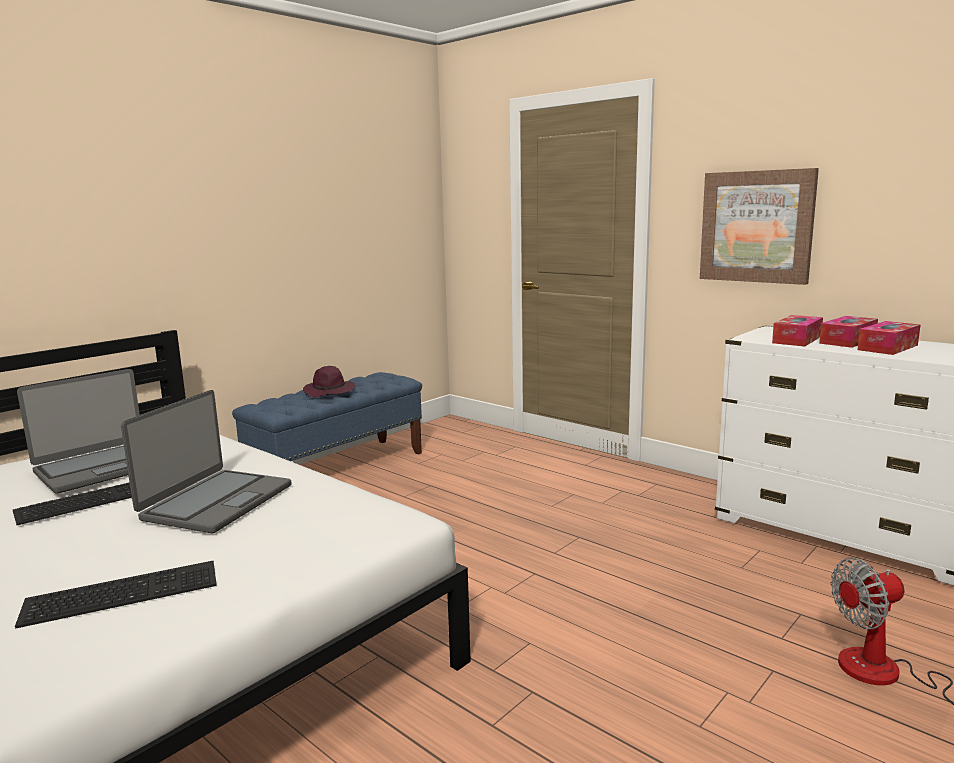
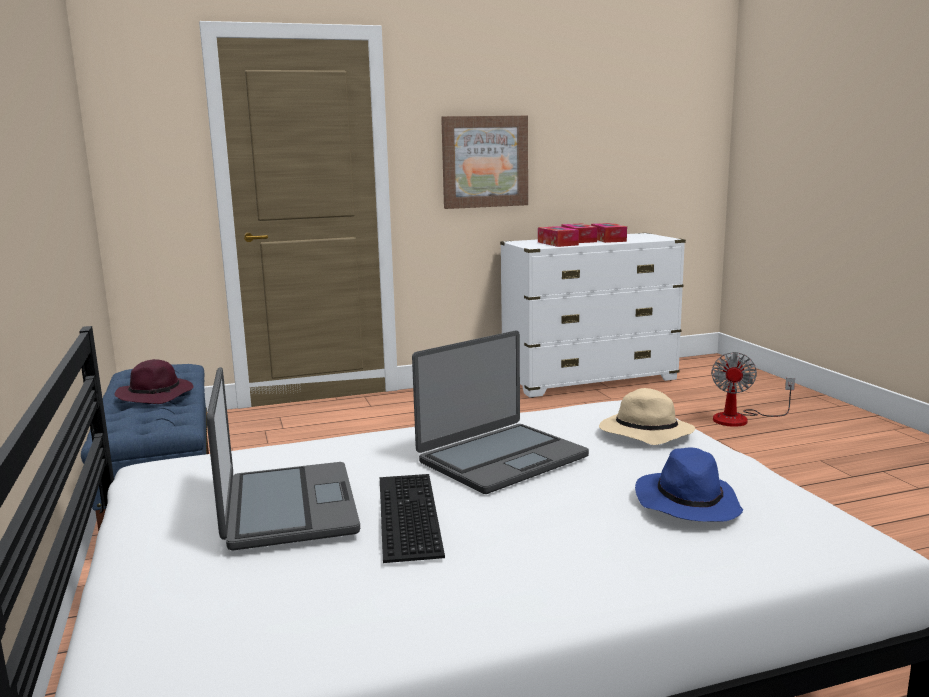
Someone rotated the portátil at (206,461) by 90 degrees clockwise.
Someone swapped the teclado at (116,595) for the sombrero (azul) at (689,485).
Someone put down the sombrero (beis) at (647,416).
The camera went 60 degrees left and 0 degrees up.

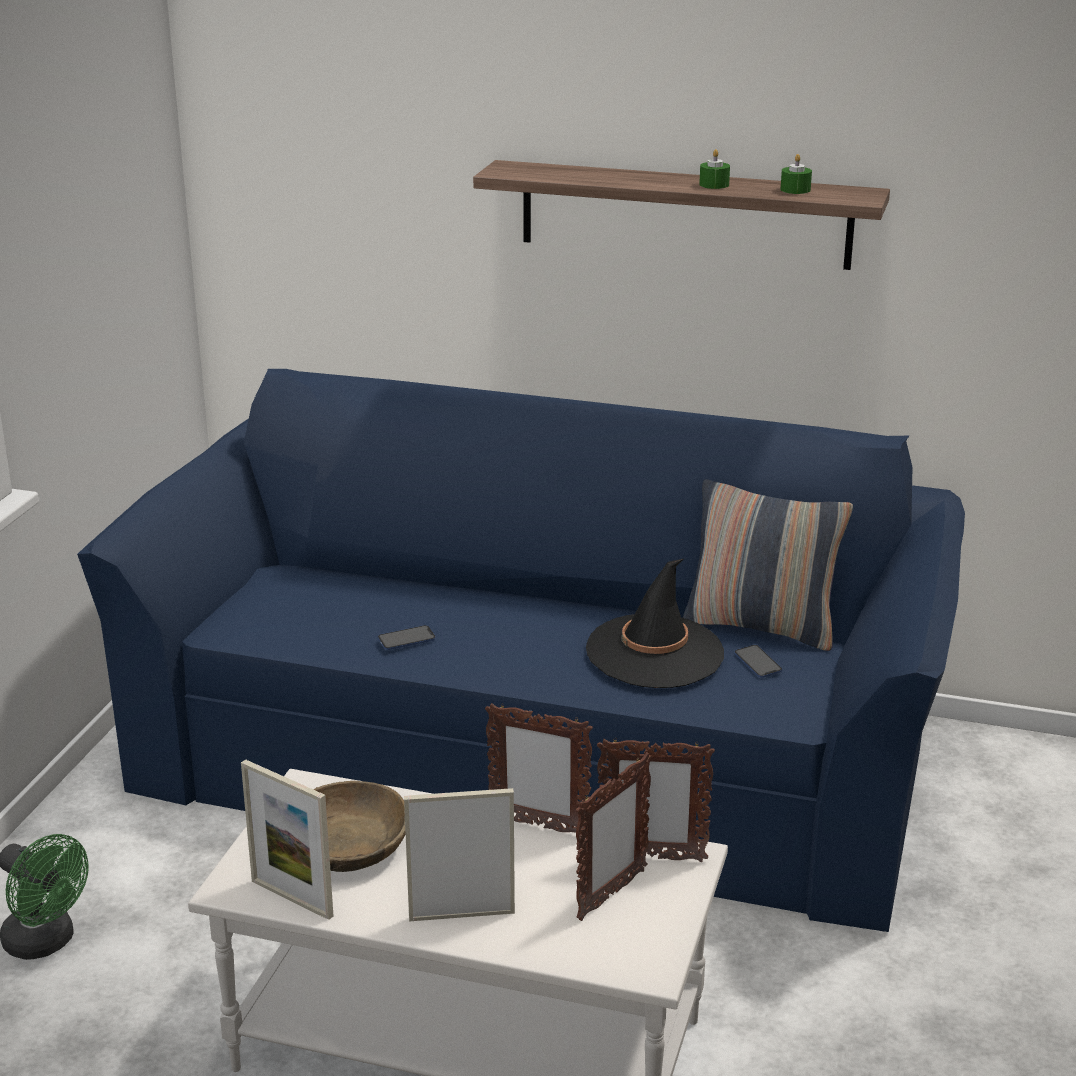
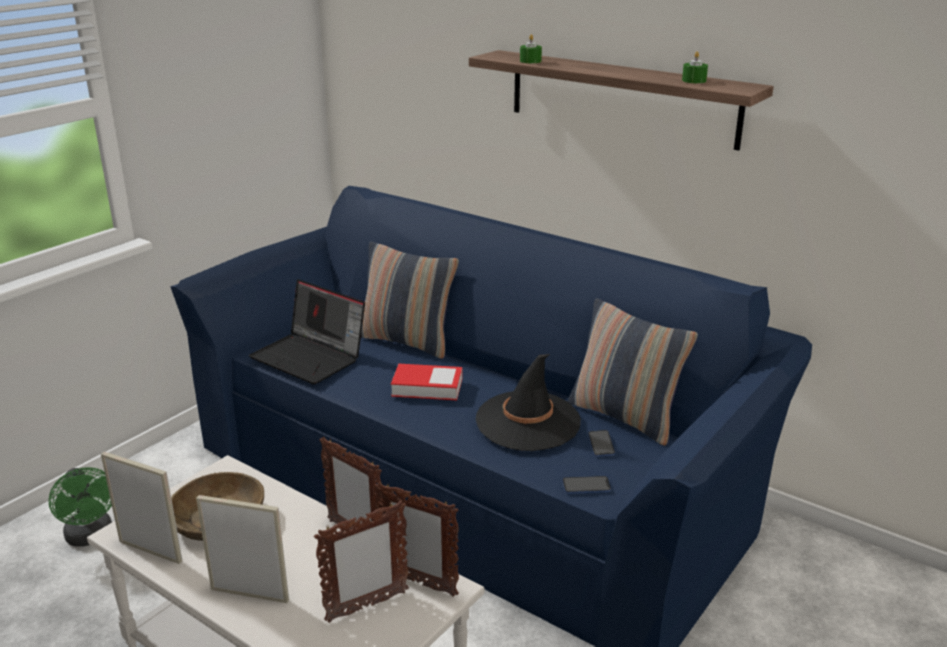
Someone carried the vela (verde) from (714,169) to (531,48).
Someone carried the móvil from (406,637) to (586,485).
Someone rotated the portarretratos at (287,839) by 150 degrees clockwise.
Someone put down the cojín at (410,300).
Someone put down the portátil at (307,332).
Someone put down the libro at (426,382).
The camera went 20 degrees right and 0 degrees up.

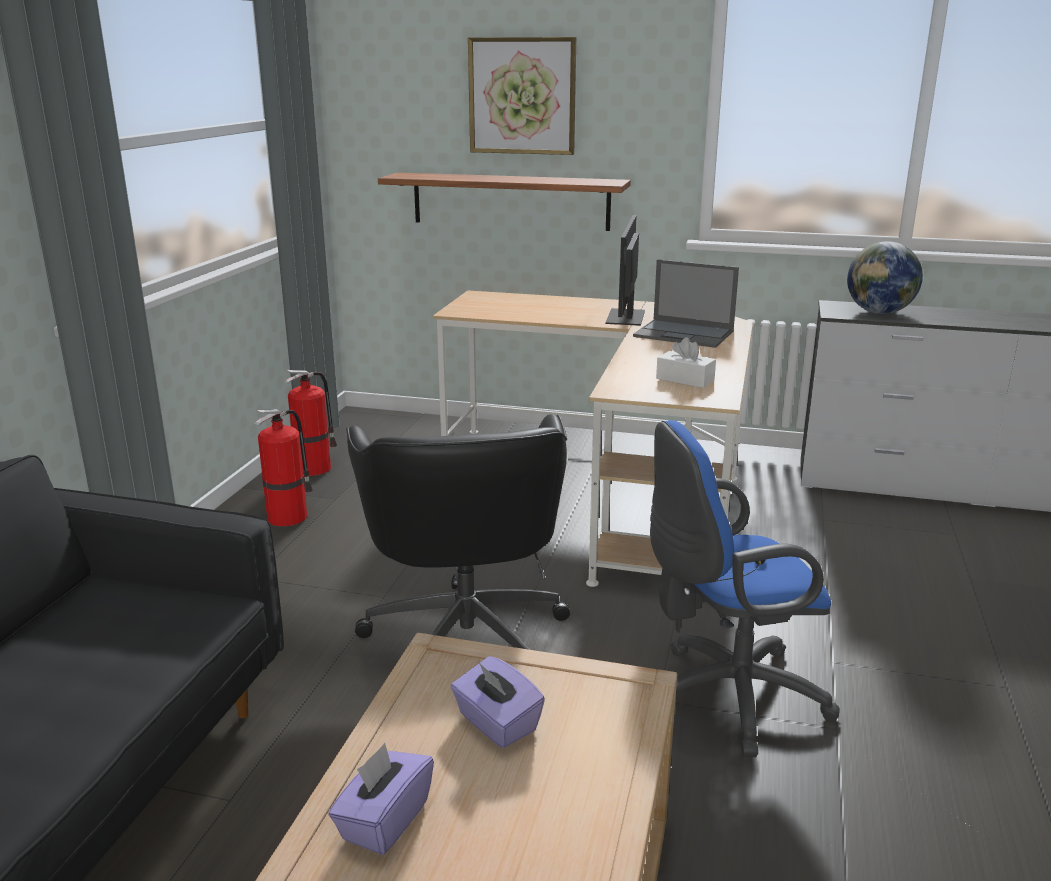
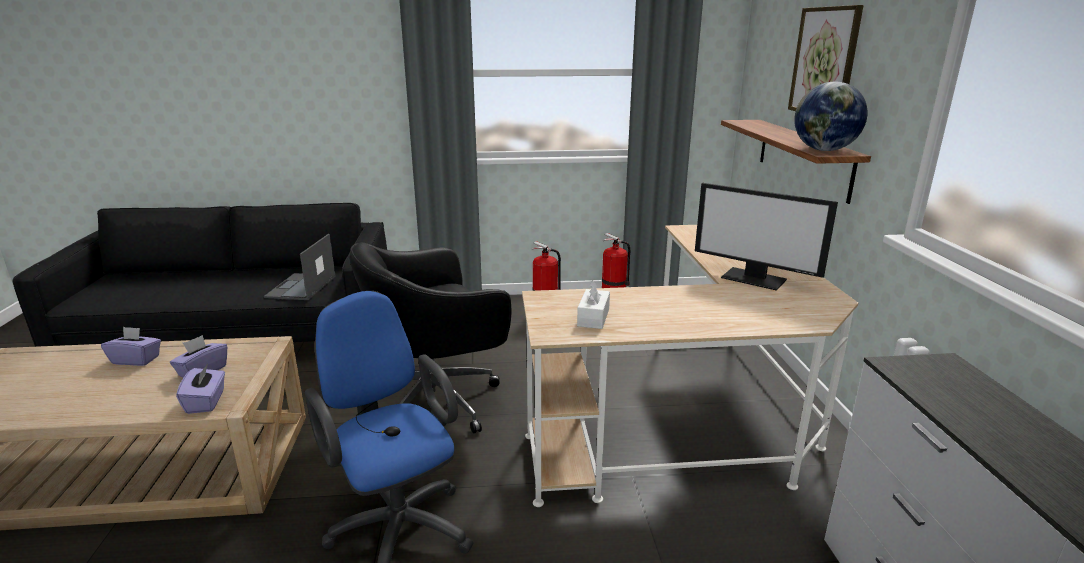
Someone rotated the monitor at (625,270) by 135 degrees counterclockwise.
Someone carried the globo terráqueo from (885,277) to (830,116).
Someone carried the portátil from (686,303) to (300,267).
Someone put down the caja de pañuelos (morado) at (200,388).
The camera went 70 degrees right and 0 degrees up.

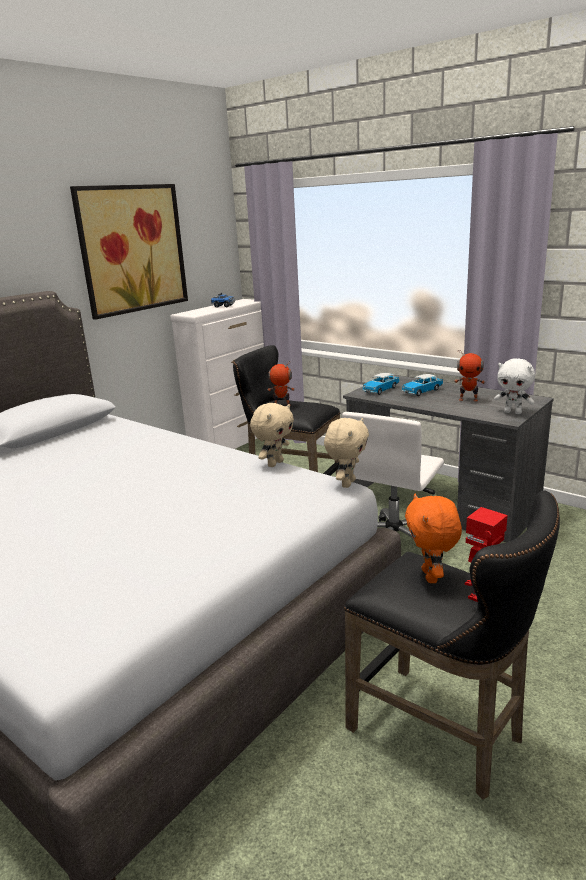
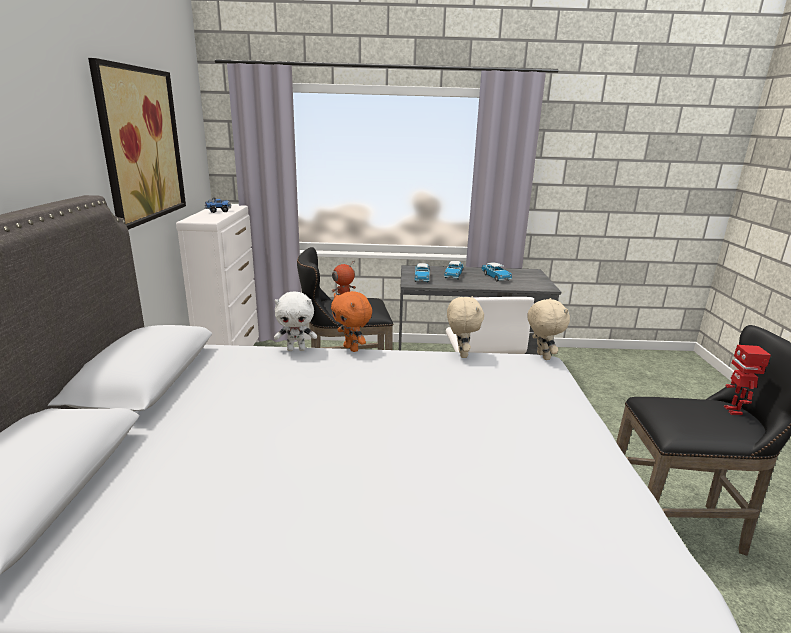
Someone swapped the robot de juguete at (469,375) for the coche de juguete at (497,272).
Someone carried the peluche (blanco) from (514,386) to (295,321).
Someone carried the peluche (naranja) from (433,538) to (351,321).
The camera went 40 degrees left and 0 degrees up.

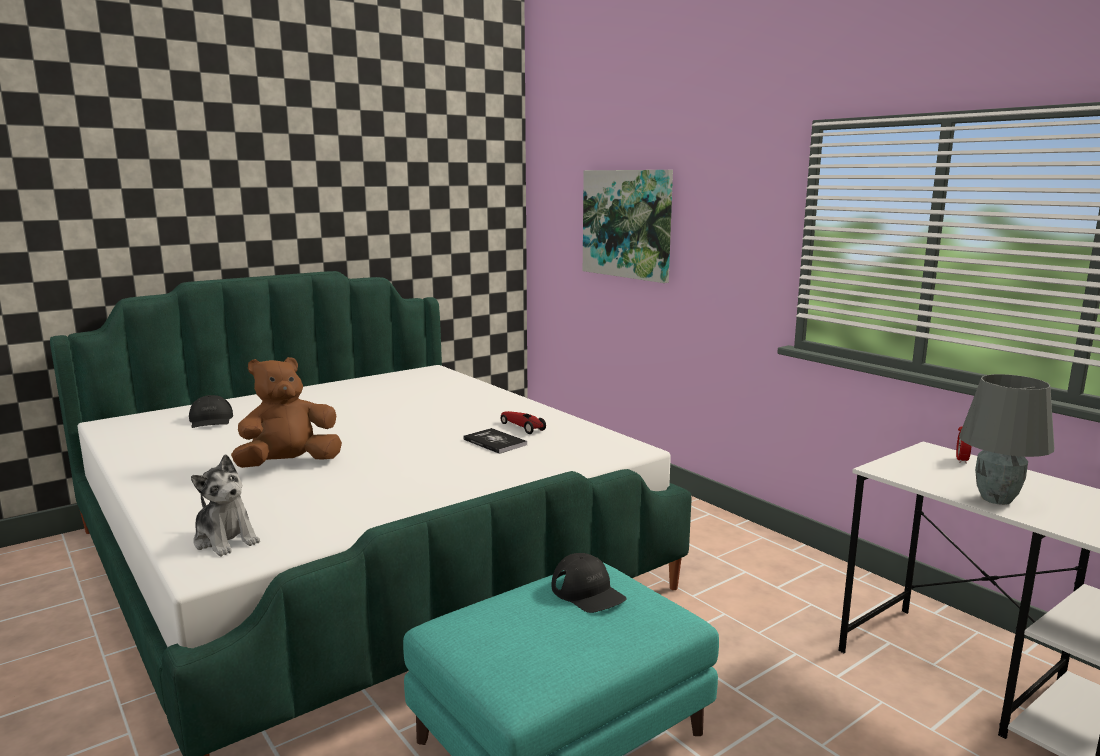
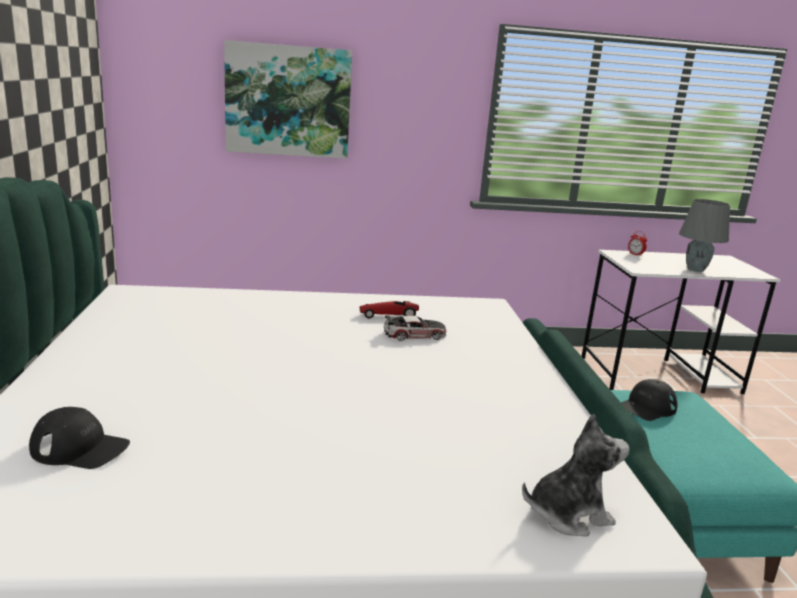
Someone took away the peluche (marrón) at (286,412).
Someone swapped the libro at (495,441) for the coche de juguete at (415,328).
Someone rotated the gorra (negro) at (589,583) by 150 degrees clockwise.
The camera went 60 degrees left and 5 degrees up.

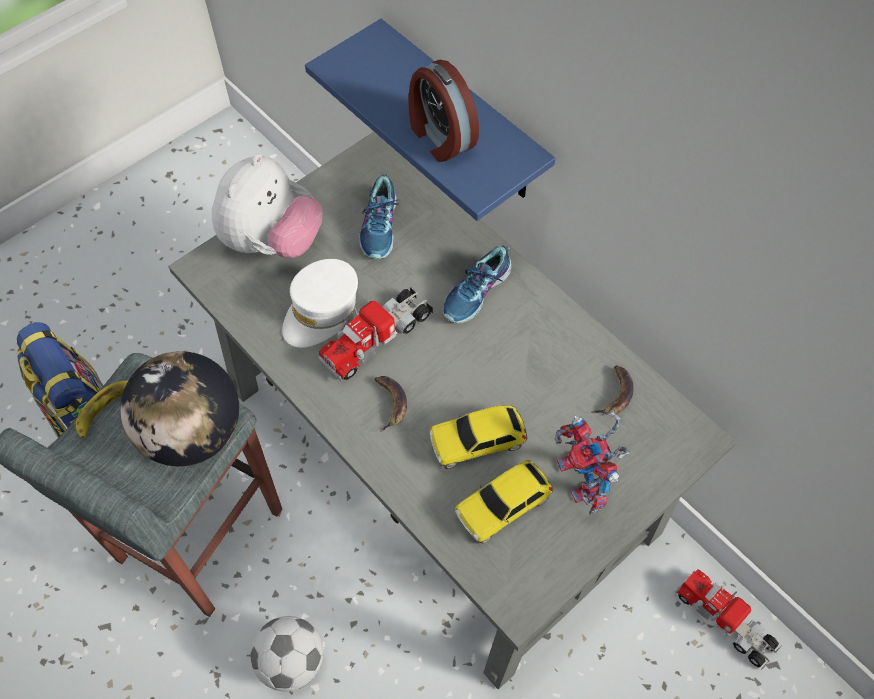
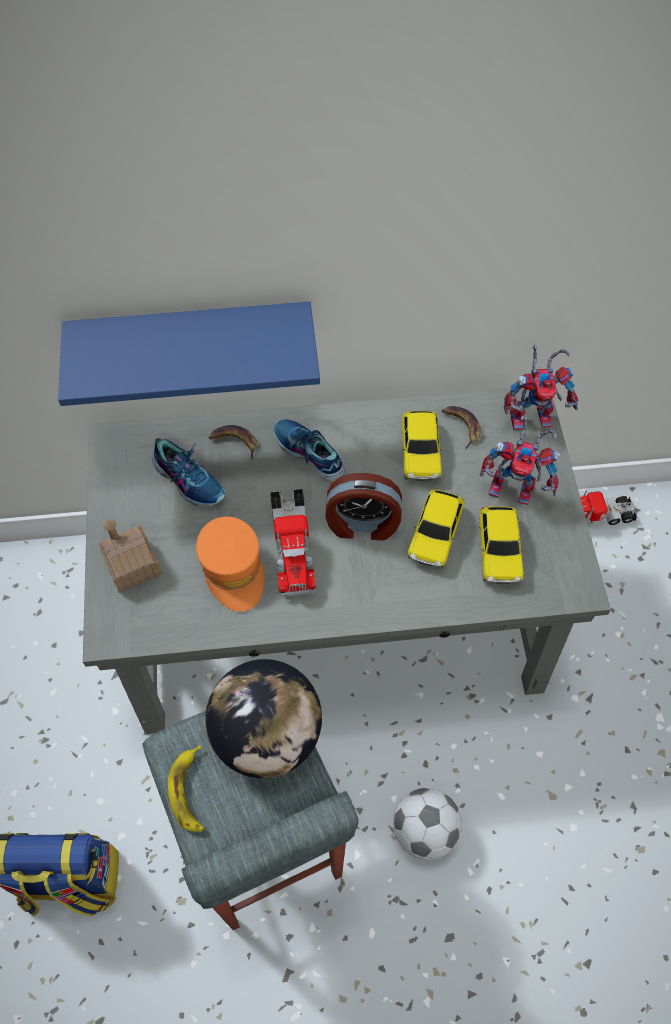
Someone carried the despertador from (444,111) to (363,507).
Someone swapped the peluche at (267,206) for the casita at (130,556).
Someone rotated the zapato at (477,284) by 150 degrees clockwise.
Someone repainted the gorra (blanco) at (320,303), which became the gorra (naranja) at (230,564).
Someone carried the plátano from (390,404) to (233,442).
Someone put down the robot de juguete at (541,387).
Someone put down the coche de juguete at (422,446).
The camera went 55 degrees left and 0 degrees up.

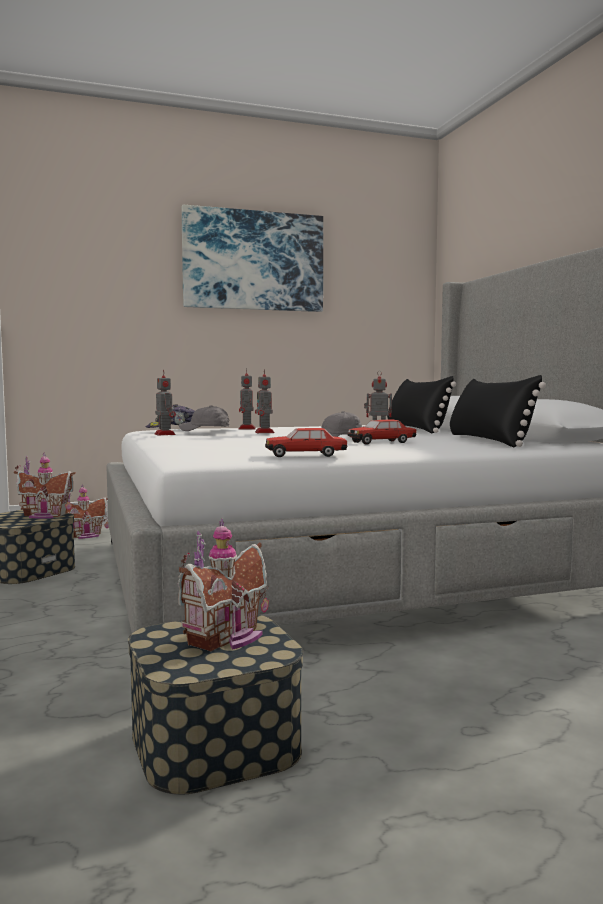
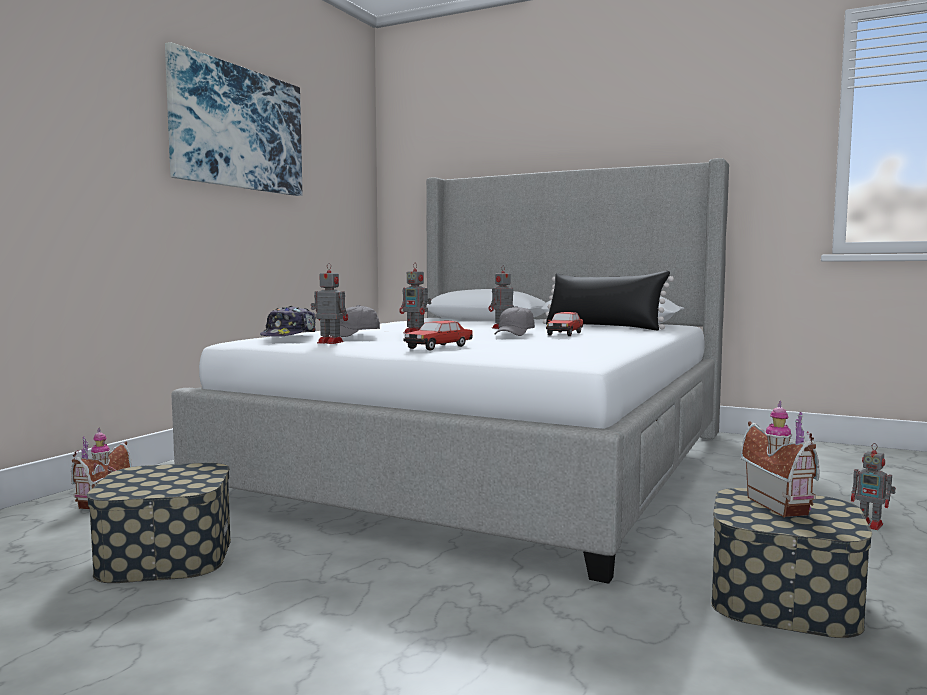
Someone carried the robot de juguete from (247,399) to (873,486).
Someone took away the cojín (negro) at (421,404).
Someone carried the coche de juguete from (306,442) to (438,336).
Someone took away the casita at (45,486).
The camera went 45 degrees left and 0 degrees up.

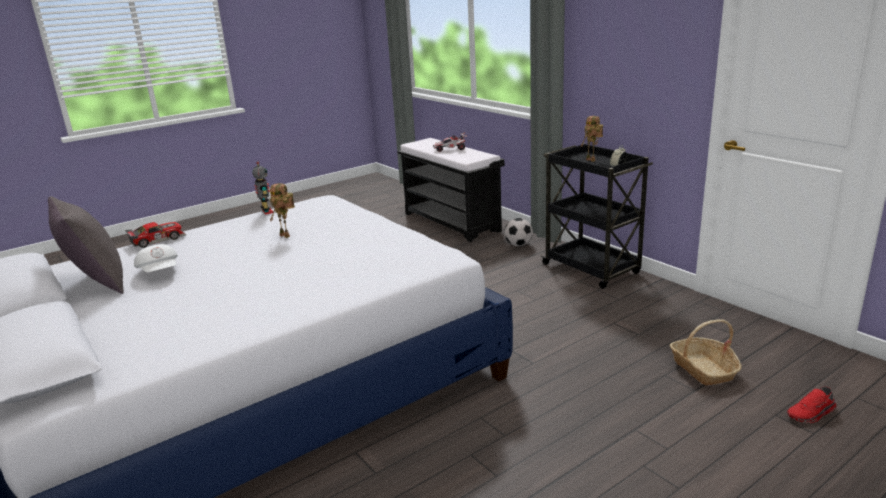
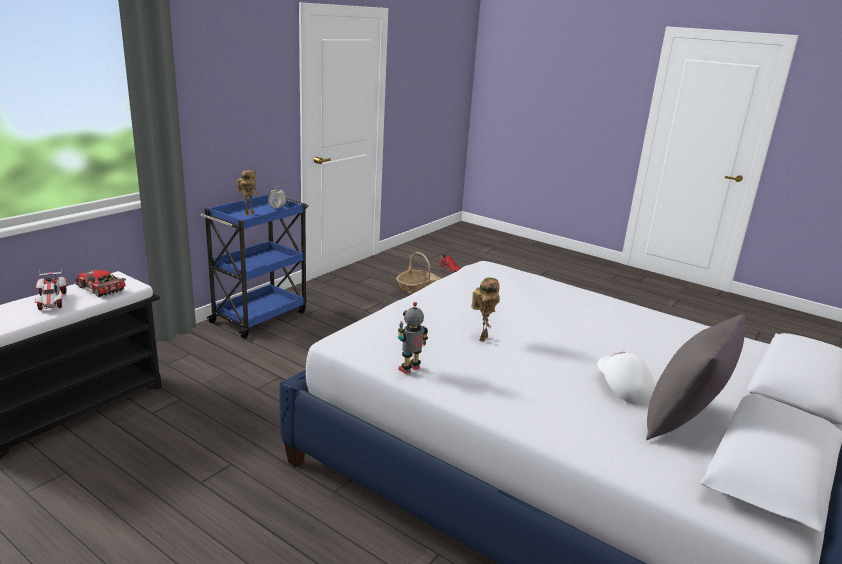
Someone repainted the carrito (negro) at (597,216), which became the carrito (azul) at (254,266).
Someone took away the balón de fútbol at (518,232).
Someone carried the coche de juguete from (155,235) to (100,283).
Someone rotated the gorra (blanco) at (156,258) by 60 degrees counterclockwise.
The camera went 110 degrees left and 0 degrees up.

